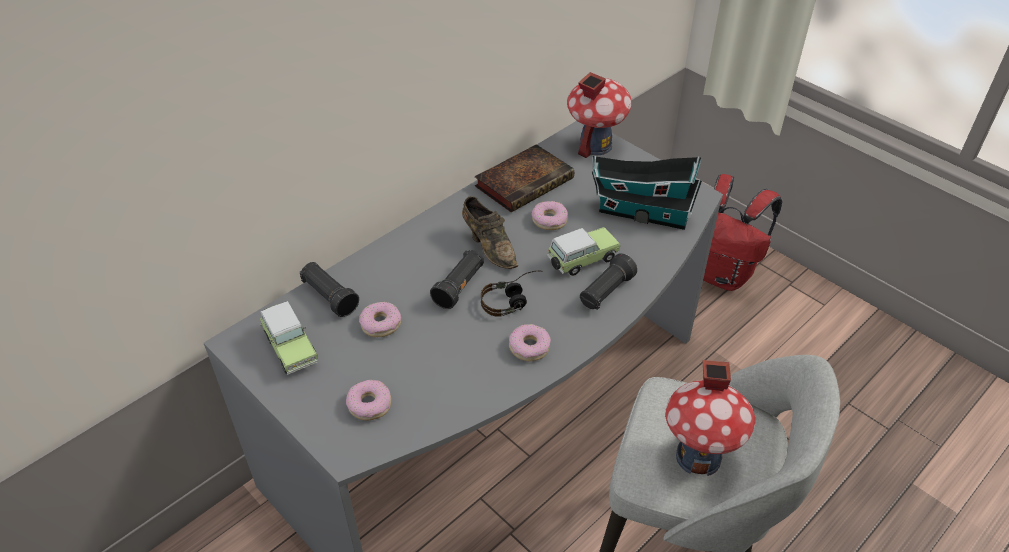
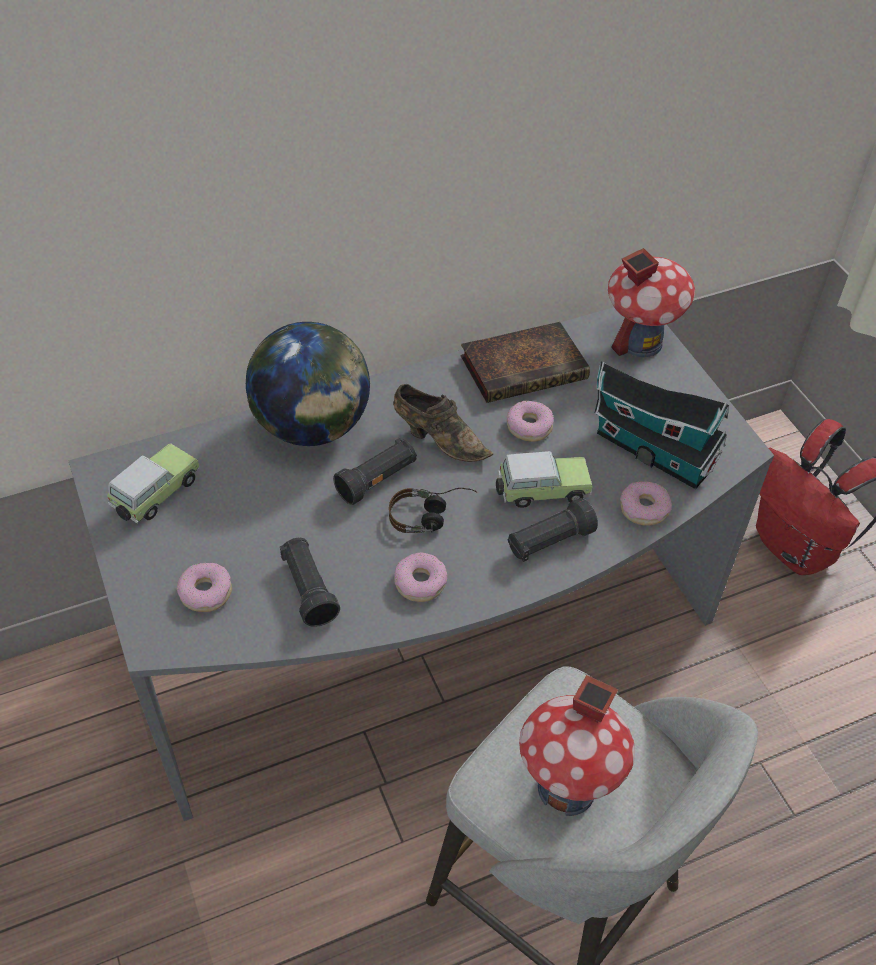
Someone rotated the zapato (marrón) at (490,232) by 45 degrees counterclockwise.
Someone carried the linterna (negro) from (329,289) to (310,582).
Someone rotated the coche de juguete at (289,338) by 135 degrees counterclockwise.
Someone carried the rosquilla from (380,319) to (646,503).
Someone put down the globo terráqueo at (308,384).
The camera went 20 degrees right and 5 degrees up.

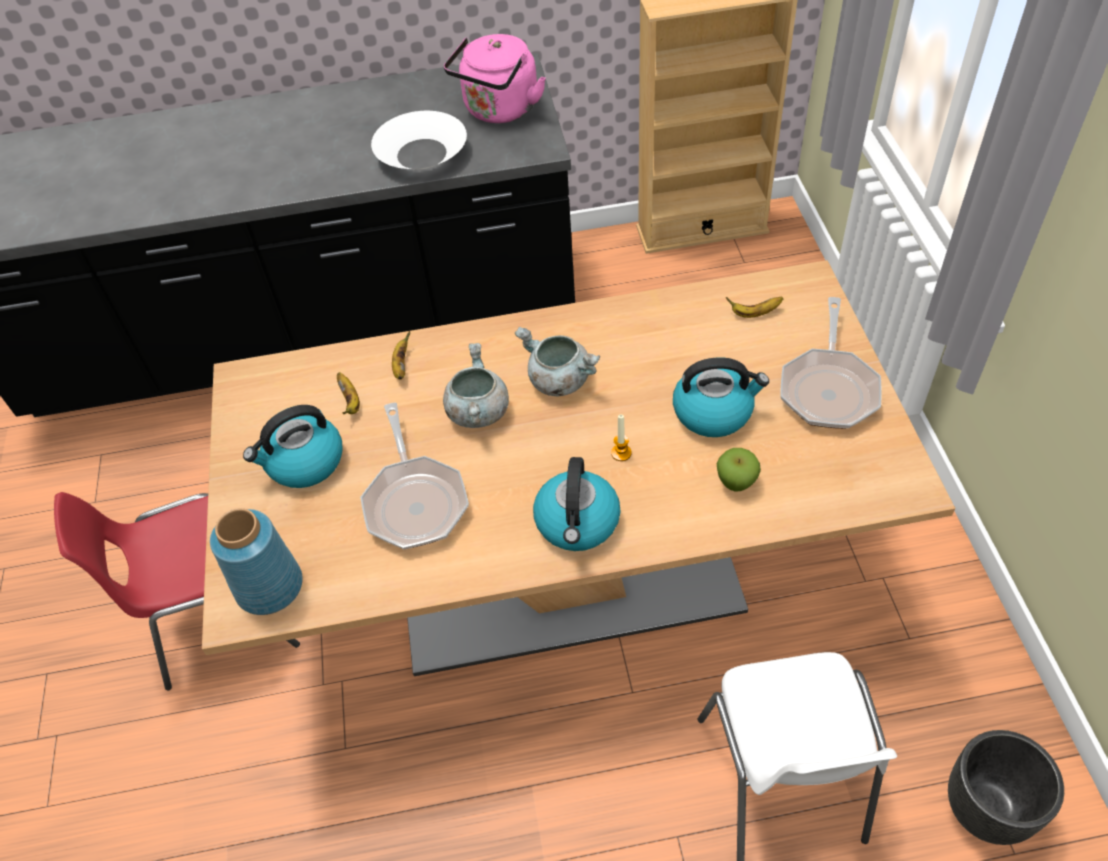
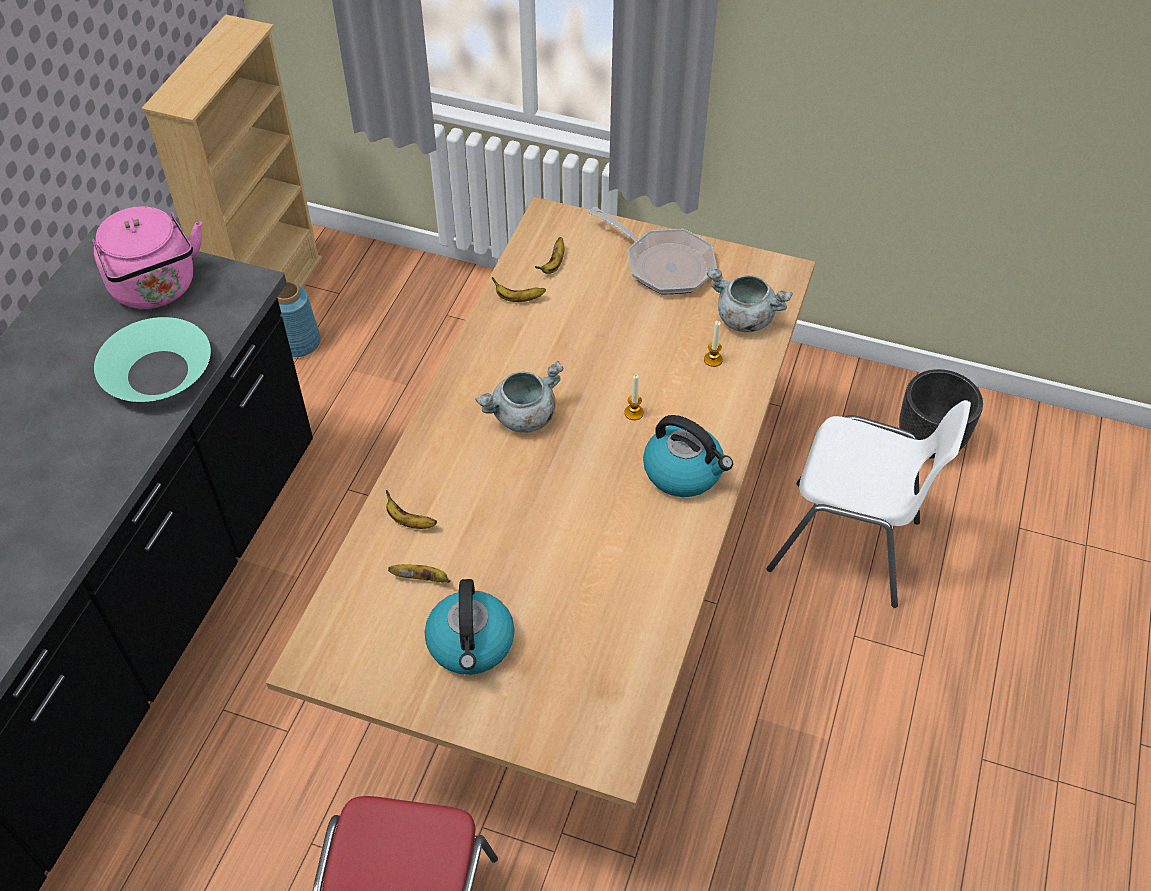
Someone repainted the cuenco (blanco) at (419,140), which became the cuenco (turquesa) at (152,359).
Someone carried the olla (gris) from (476,385) to (750,300).
Someone took away the hervidor at (721,397).
Someone took away the sartén at (414,476).
Someone swapped the manzana at (739,470) for the vela at (713,344).
Someone carried the florero (azul) from (256,561) to (299,319).
Someone put down the plátano at (518,289).
The camera went 65 degrees left and 0 degrees up.

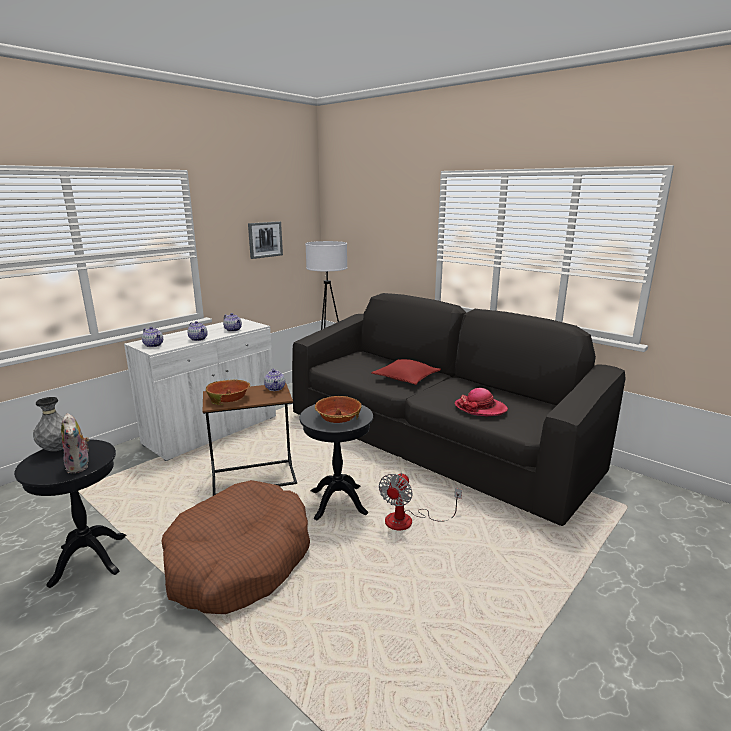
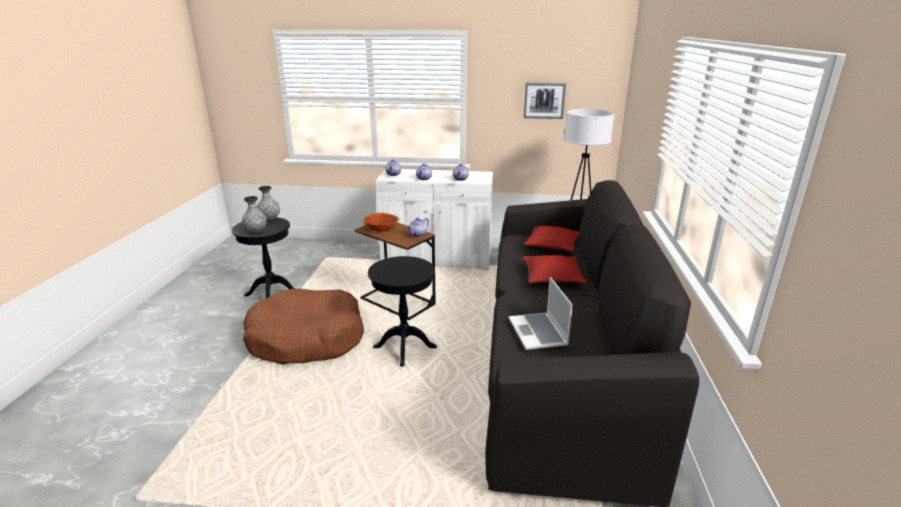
Someone swapped the sombrero at (481,402) for the portátil at (541,313).
Someone took away the cuenco at (338,409).
Someone swapped the peluche at (75,443) for the florero (gris) at (254,214).
Someone took away the ventilador at (420,501).
Someone put down the cojín (rojo) at (551,239).
The camera went 55 degrees right and 5 degrees up.

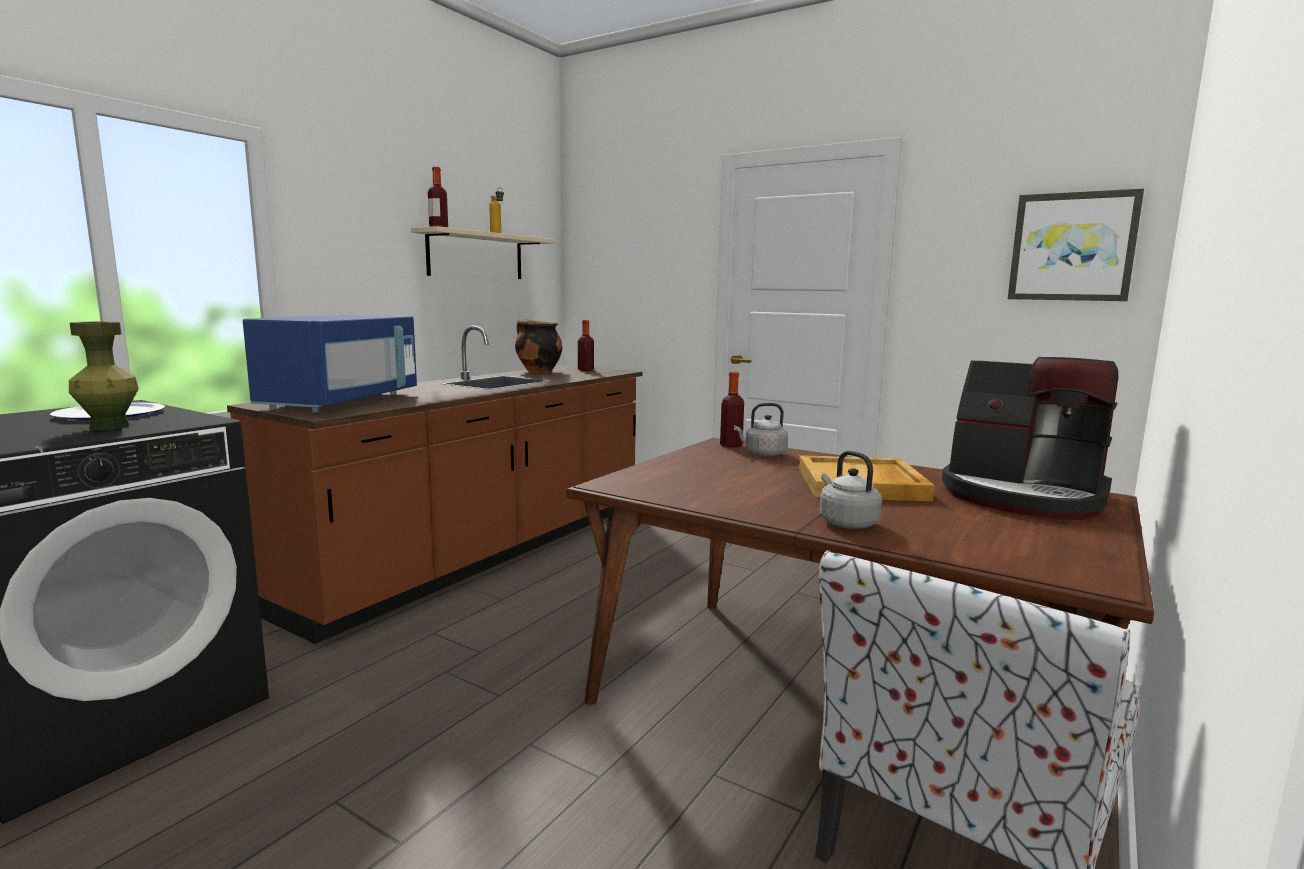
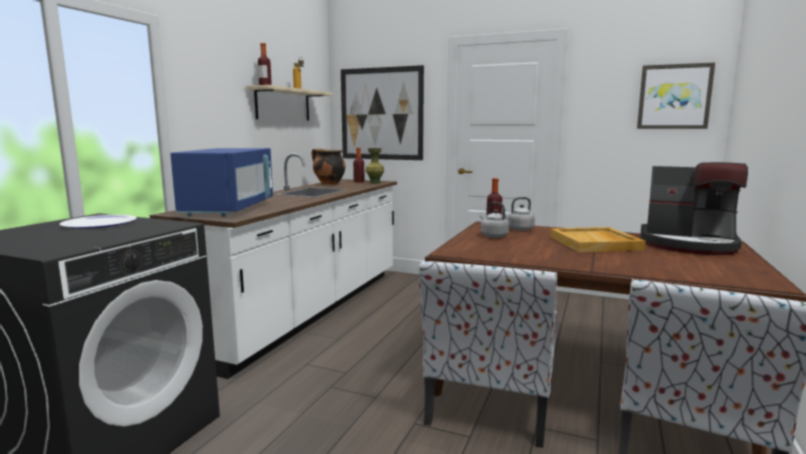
Someone carried the florero (verde) from (104,375) to (375,166).
Someone repainted the mueble bajo de cocina (marrón) at (435,485), which became the mueble bajo de cocina (blanco) at (273,266).
Someone carried the hervidor (gris) from (850,489) to (494,220).
Someone put up the cuadro at (382,112).
Someone put down the silla at (488,354).
The camera went 10 degrees left and 0 degrees up.

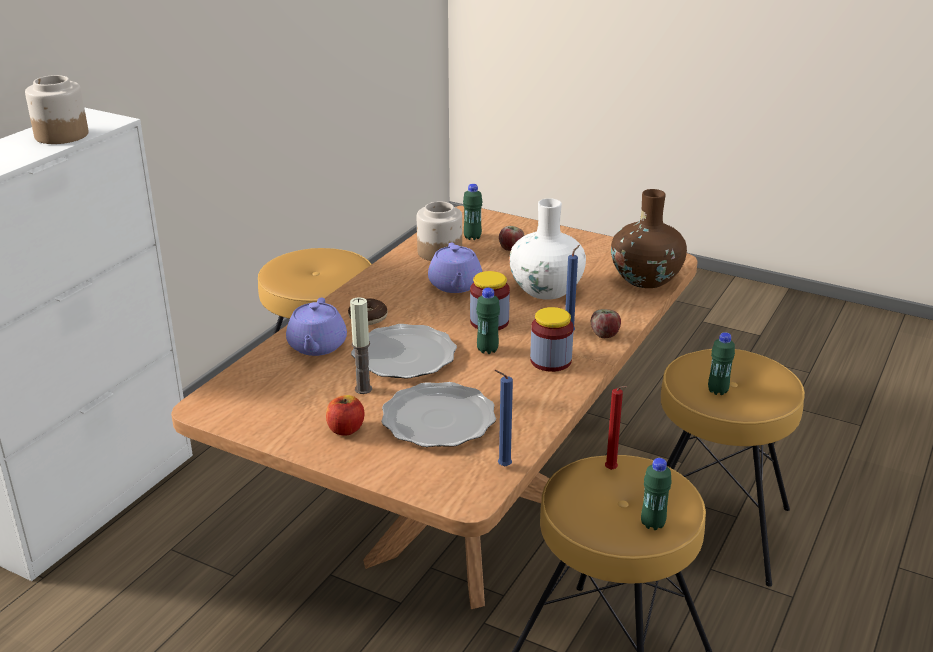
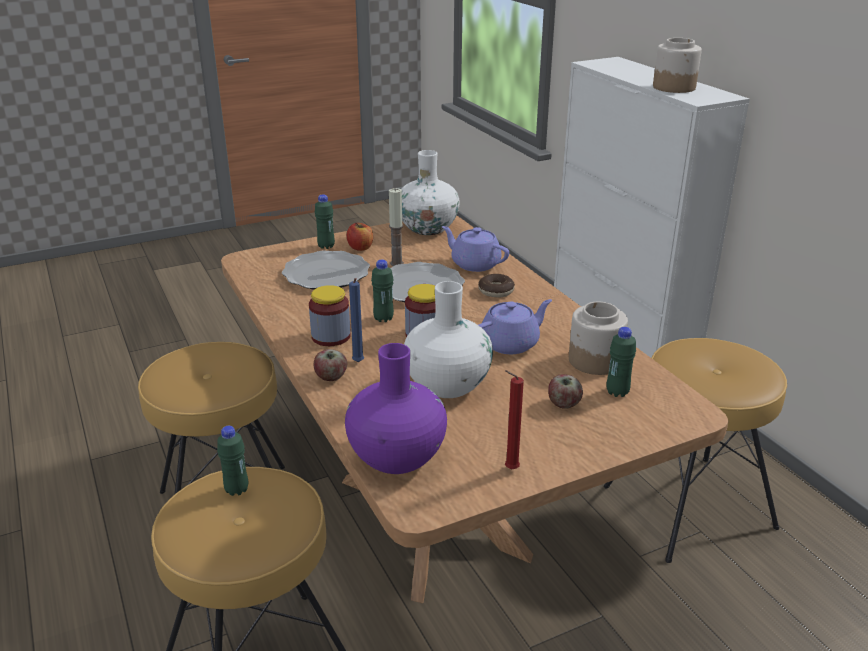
Someone repainted the florero (marrón) at (649,238), which became the florero (morado) at (396,408).
Someone rotated the tetera (morado) at (455,268) by 120 degrees clockwise.
Someone took away the vela (azul) at (503,418).
Someone carried the vela (rojo) from (616,428) to (514,419).
Someone carried the botella (verde) from (656,494) to (325,221).
Someone put down the florero (blanco) at (430,192).
The camera went 125 degrees right and 0 degrees up.

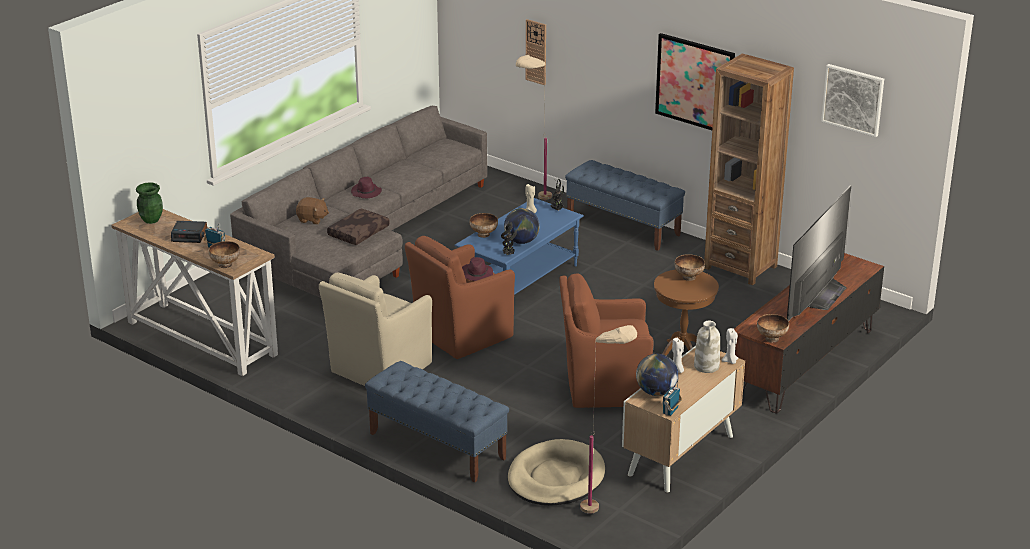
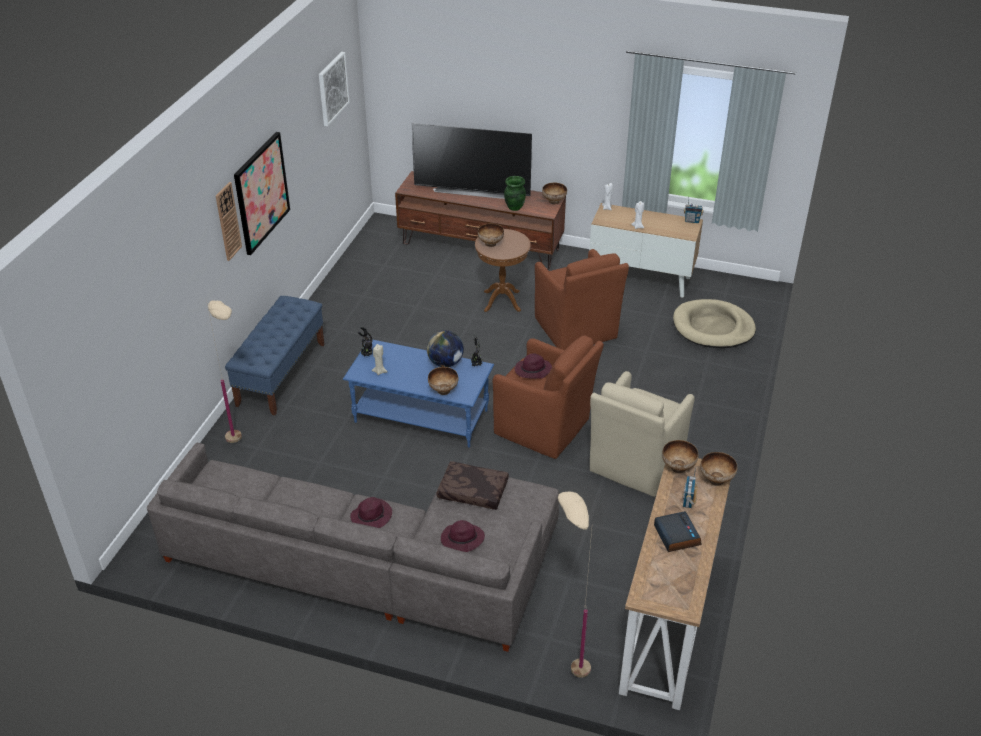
Someone carried the reloj de pared from (536,52) to (229,221).
Someone took away the estantería (marrón) at (749,169).
Someone carried the florero (verde) from (149,203) to (515,193).
Someone swapped the peluche (marrón) at (312,210) for the sombrero (morado) at (463,536).
Someone rotated the sillón (beis) at (375,329) by 105 degrees clockwise.
Someone took away the florero (blanco) at (707,347).
Someone carried the lámpara de pie (beis) from (608,419) to (575,584).
Someone took away the globo terráqueo at (657,375).
Someone took away the banco (azul) at (437,422).
Someone put down the cuenco at (680,456).
The camera went 110 degrees left and 10 degrees up.

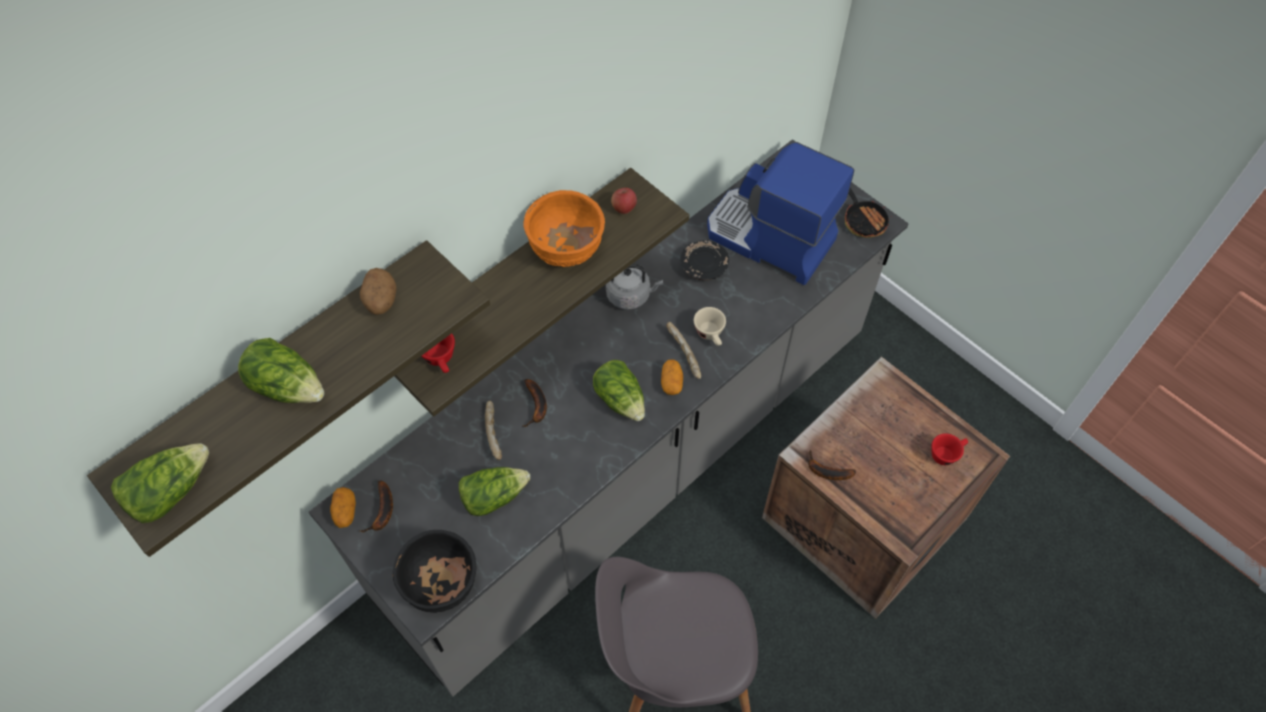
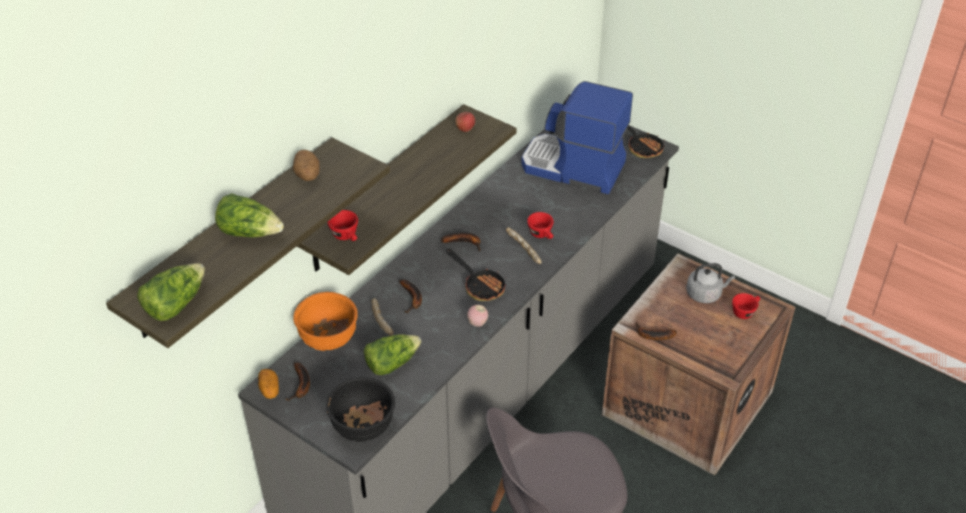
Someone carried the cuenco (naranja) from (564,228) to (325,321).
Someone took away the plato (negro) at (704,260).
Someone carried the hervidor (gris) from (634,287) to (710,283).
Someone repainted the taza (beis) at (710,326), which became the taza (rojo) at (540,225).
Someone took away the patata at (672,377).
Someone swapped the lechuga at (619,390) for the sartén at (476,275).
Someone put down the plátano at (461,241).
Someone put down the manzana at (477,316).
The camera went 10 degrees left and 15 degrees down.

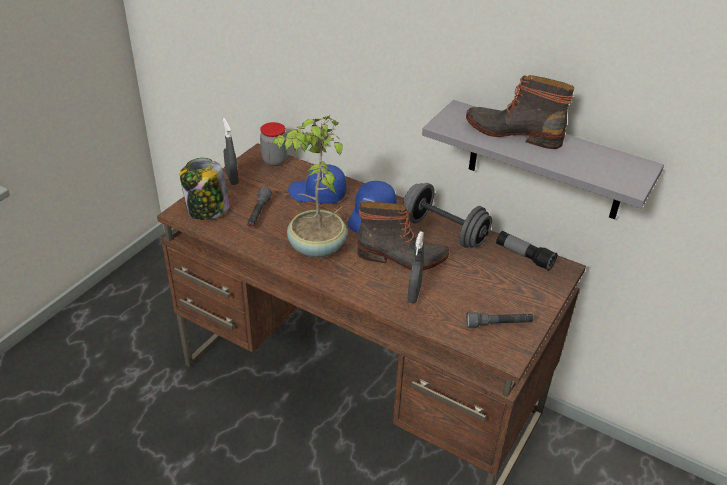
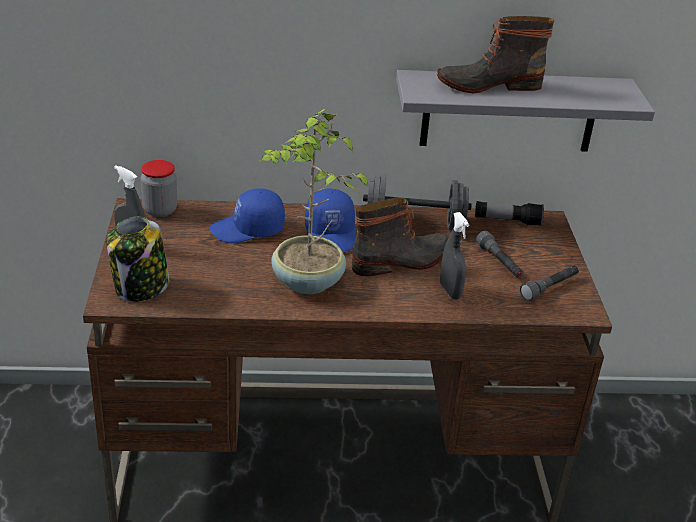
Someone carried the linterna (gris) from (259,207) to (499,254).
The camera went 35 degrees left and 5 degrees down.

